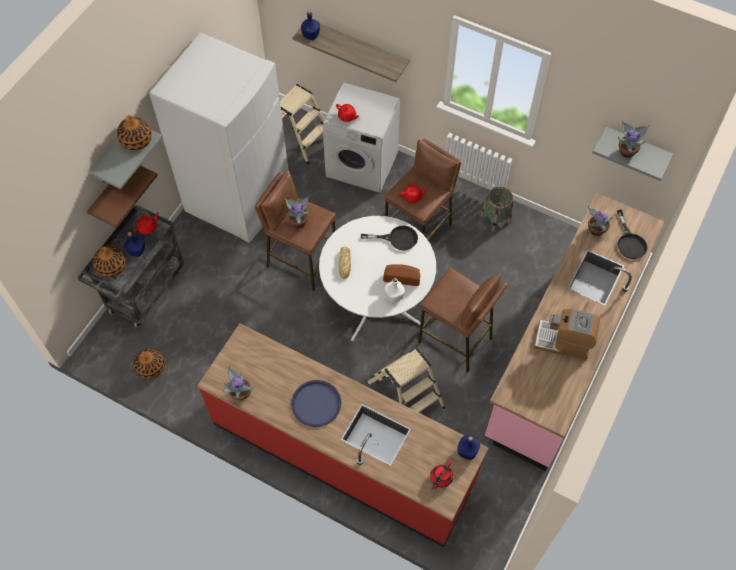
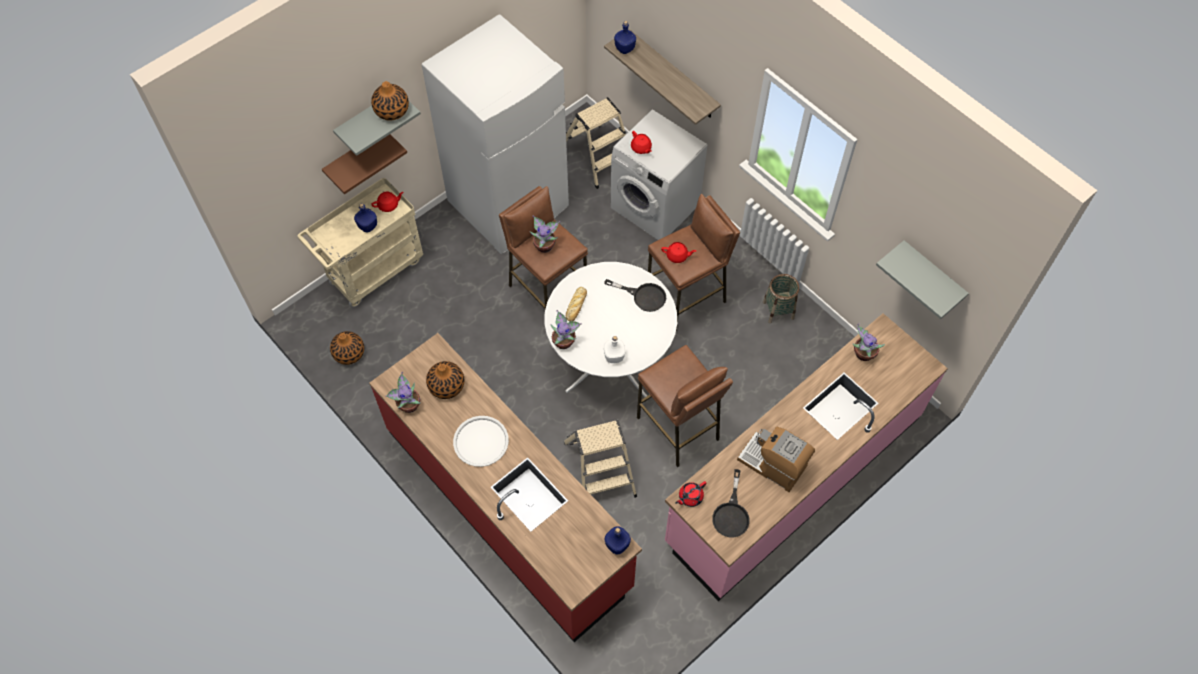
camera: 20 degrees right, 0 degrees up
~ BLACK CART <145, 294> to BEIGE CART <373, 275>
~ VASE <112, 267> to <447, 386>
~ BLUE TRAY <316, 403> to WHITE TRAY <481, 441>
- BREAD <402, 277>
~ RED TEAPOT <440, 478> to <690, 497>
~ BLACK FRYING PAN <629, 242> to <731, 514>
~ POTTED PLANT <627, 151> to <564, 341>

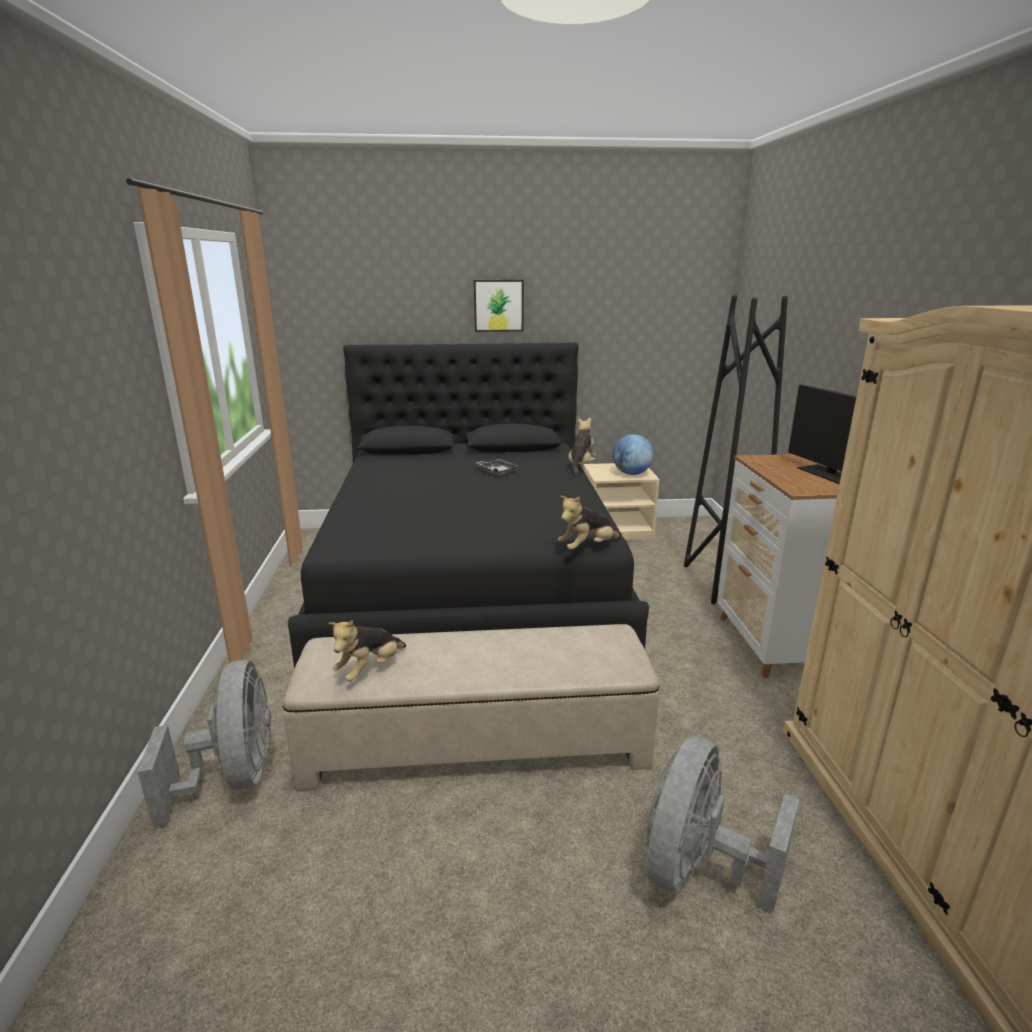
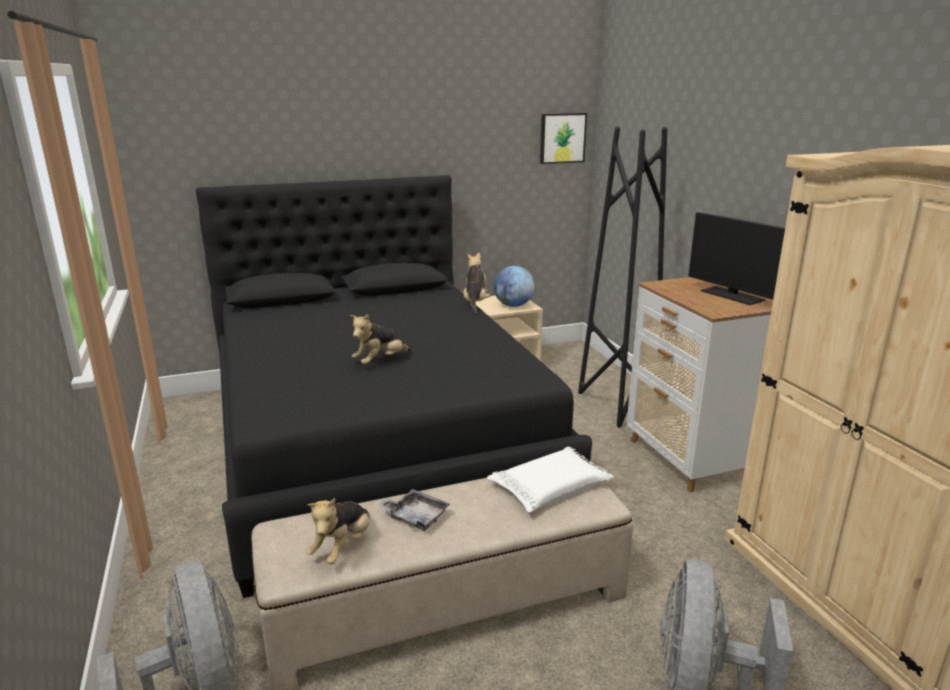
camera: 15 degrees left, 0 degrees up
~ PICTURE <498, 305> to <562, 138>
~ GREY TRAY <497, 472> to <415, 517>
~ PLUSH TOY <587, 548> to <380, 361>
+ WHITE PILLOW <550, 485>

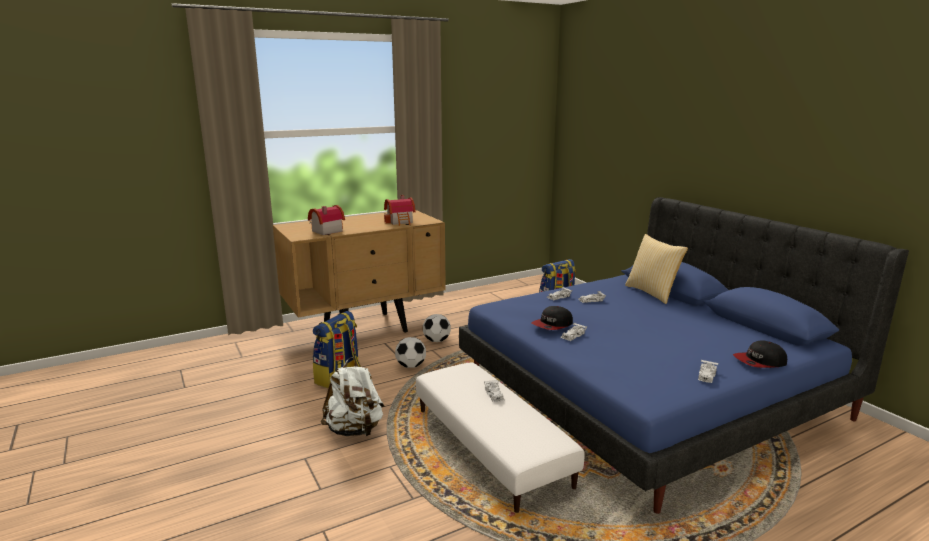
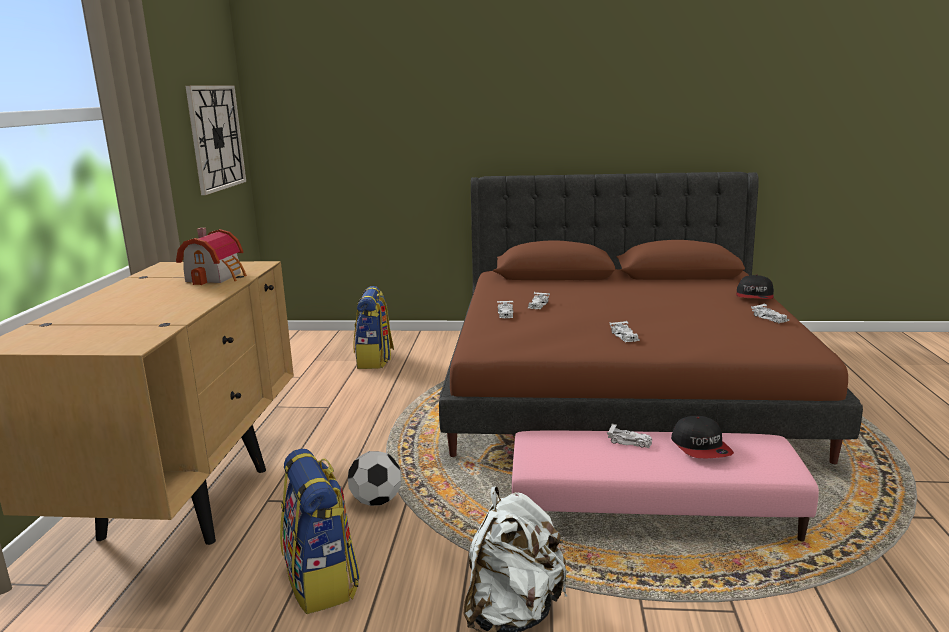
camera: 55 degrees left, 0 degrees up
- TOY HOUSE <325, 231>
~ WHITE OTTOMAN <491, 446> to PINK OTTOMAN <651, 510>
- FOOTBALL <436, 341>
~ BLUE BED <649, 393> to BROWN BED <620, 387>
~ CAP <552, 325> to <701, 447>
- PILLOW <652, 293>
+ WALL CLOCK <216, 138>

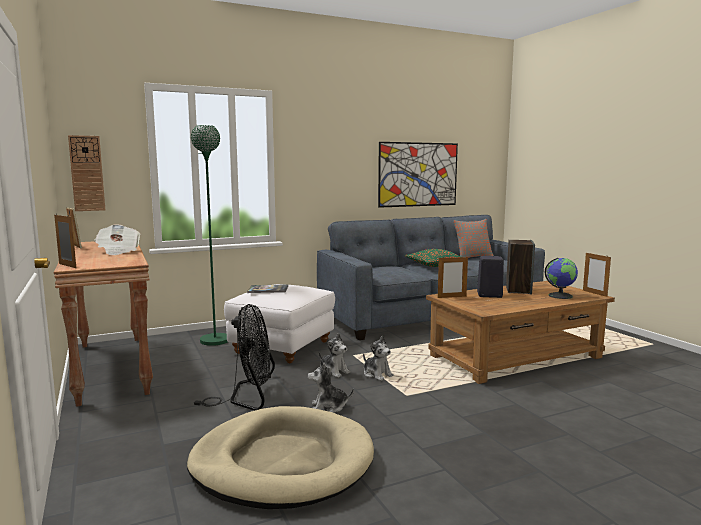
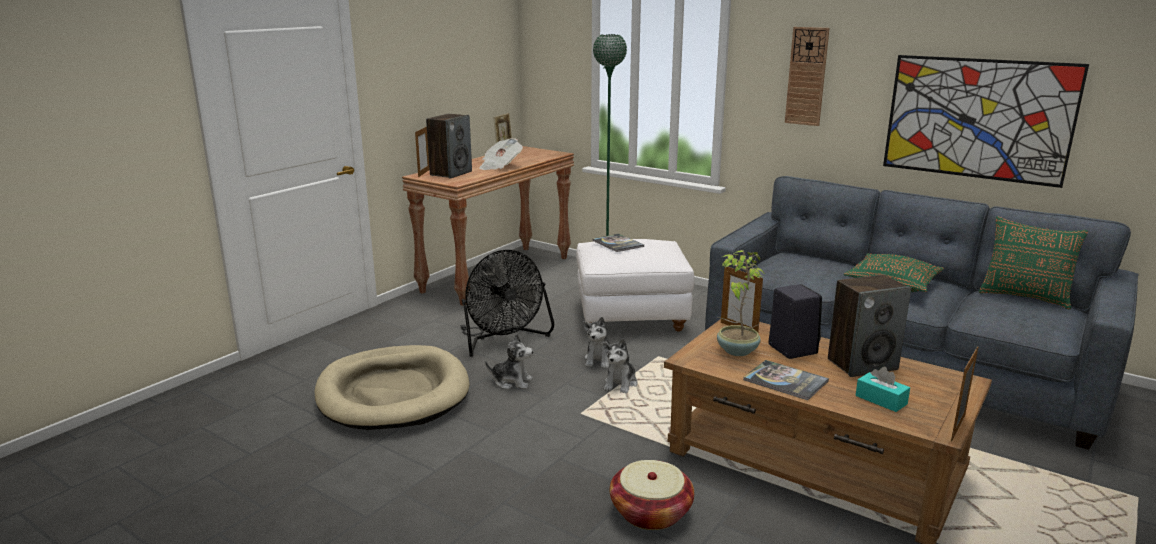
camera: 60 degrees right, 10 degrees up
~ WALL CLOCK <87, 173> to <806, 76>
~ PLUSH TOY <328, 407> = <512, 382> 135 degrees clockwise
~ GREY PILLOW <473, 258> to GREEN PILLOW <1024, 298>
~ GLOBE <560, 296> to TURQUOISE TISSUE BOX <881, 400>
+ SPEAKER <451, 173>
+ BASKET <650, 512>
+ POTTED PLANT <736, 351>
+ BOOK <785, 381>

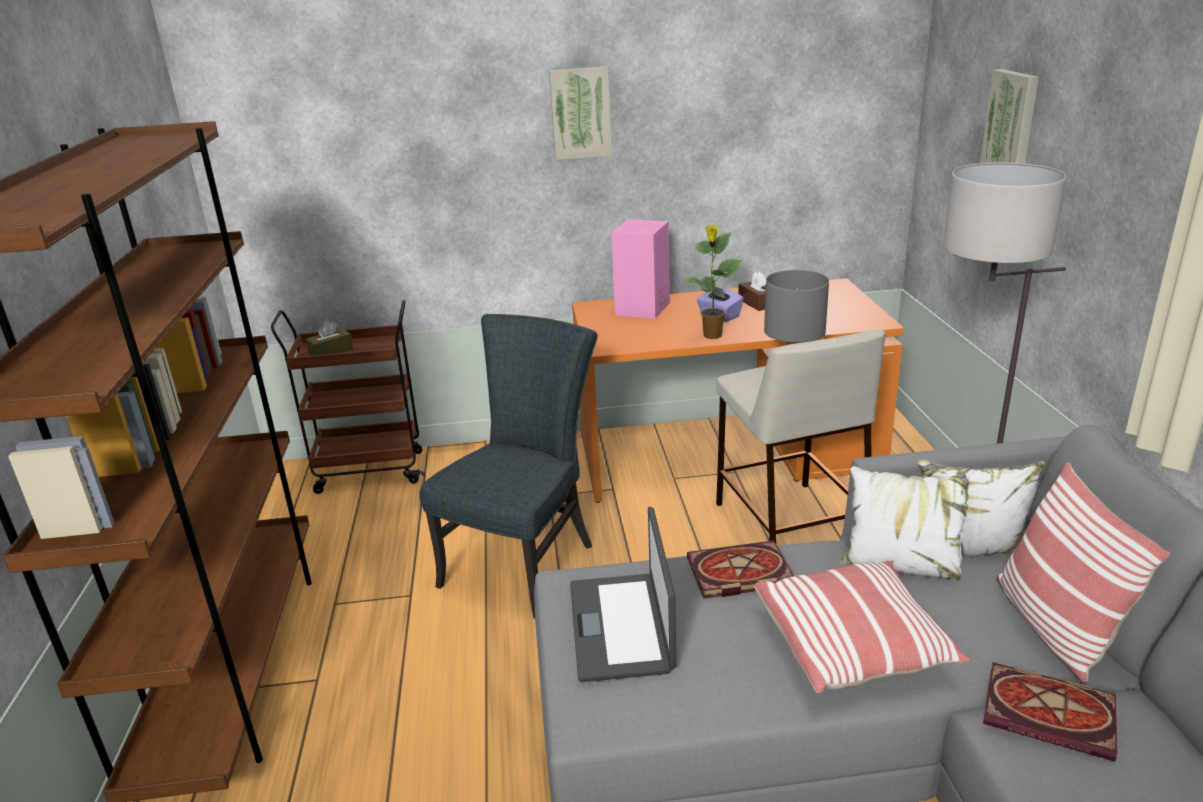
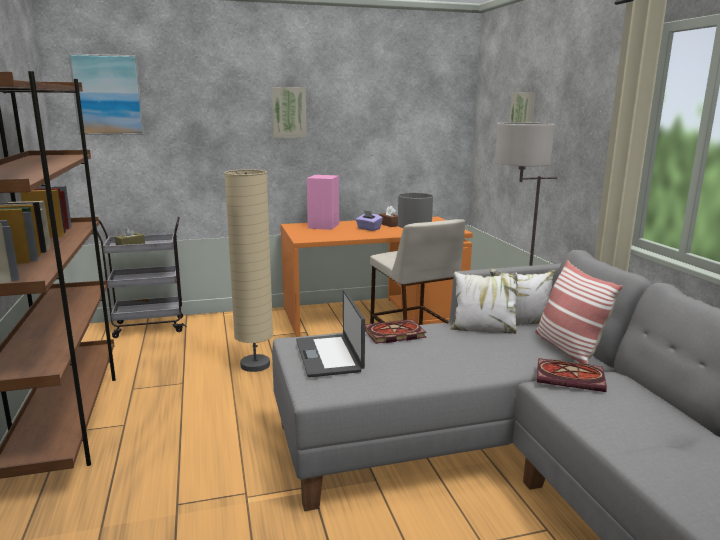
camera: 10 degrees left, 10 degrees down
~ BROWN CART <371, 471> to GREY CART <150, 327>
~ GREY CHAIR <525, 561> to BEIGE FLOOR LAMP <255, 365>
- POTTED PLANT <712, 336>
- PILLOW <853, 644>
+ PICTURE <108, 95>

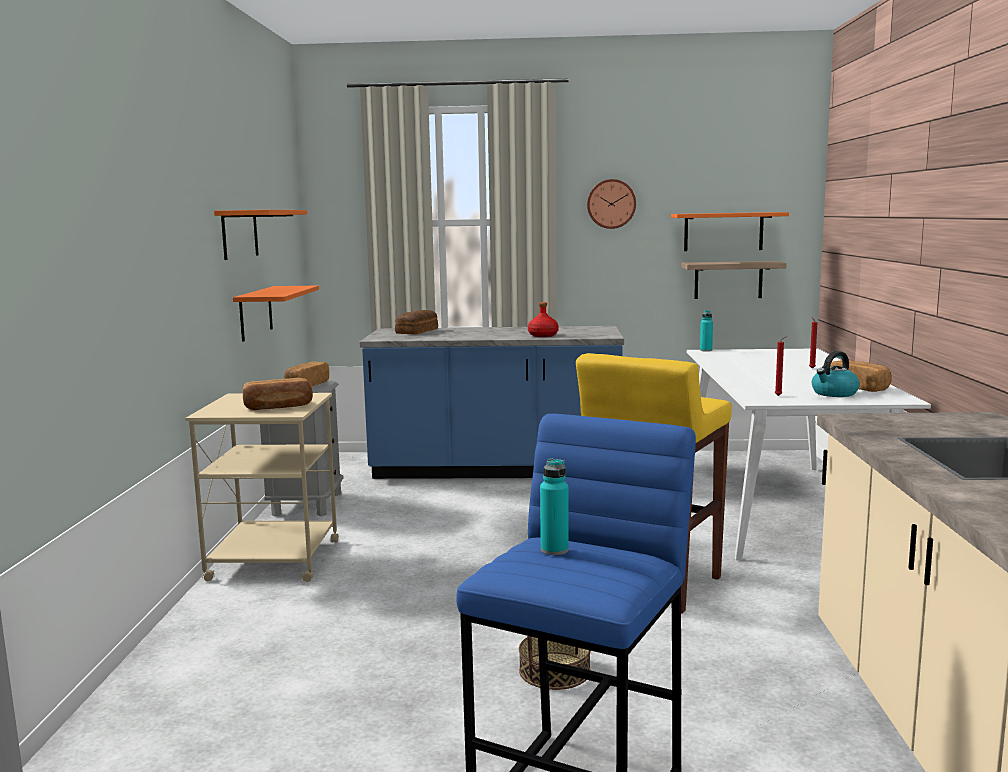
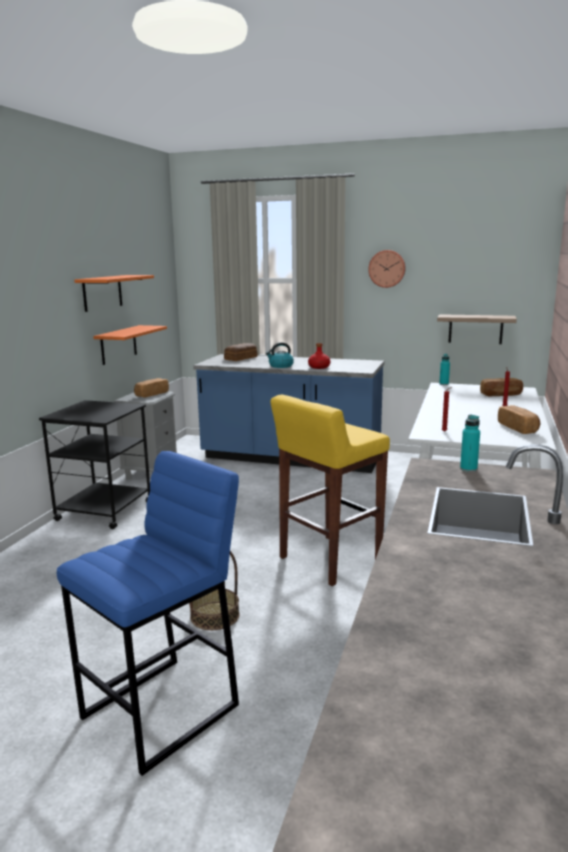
camera: 15 degrees right, 5 degrees up
~ BEIGE CART <274, 559> to BLACK CART <105, 510>
~ BREAD <278, 407> to <501, 395>
~ TURQUOISE BOTTLE <554, 550> to <468, 469>
- ORANGE SHELF <723, 231>
~ KETTLE <834, 393> to <280, 366>

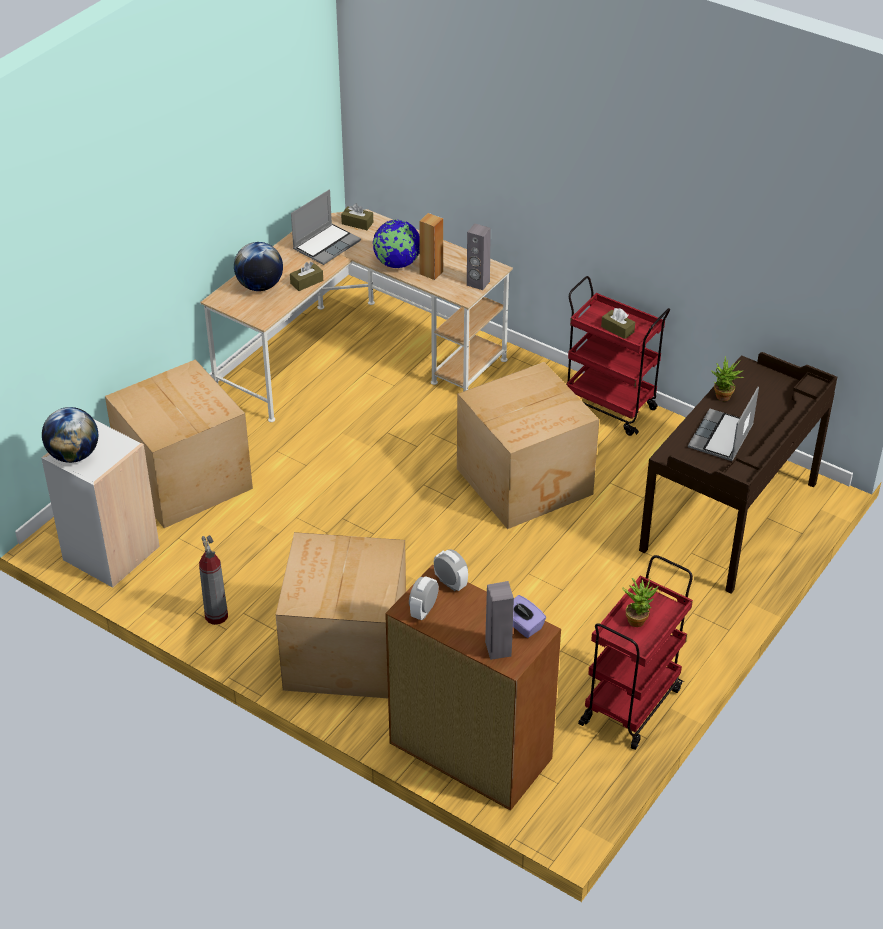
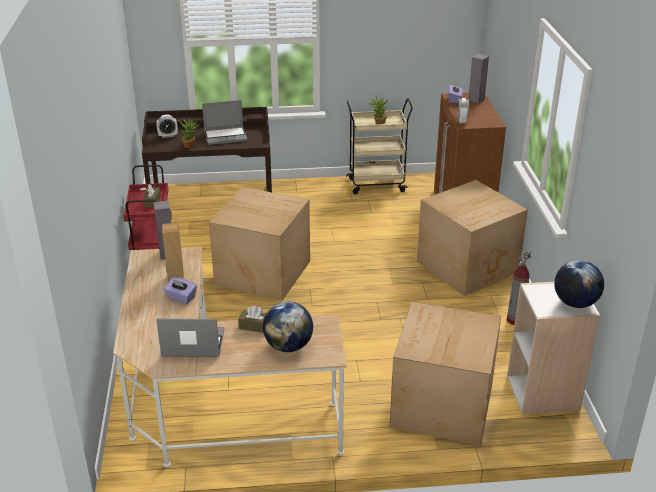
camera: 130 degrees left, 10 degrees down
- BROWN TISSUE BOX <357, 223>
~ GLOBE <397, 264> to PURPLE TISSUE BOX <181, 298>
~ ALARM CLOCK <424, 610> to <168, 136>
~ RED CART <630, 707> to BEIGE CART <377, 185>

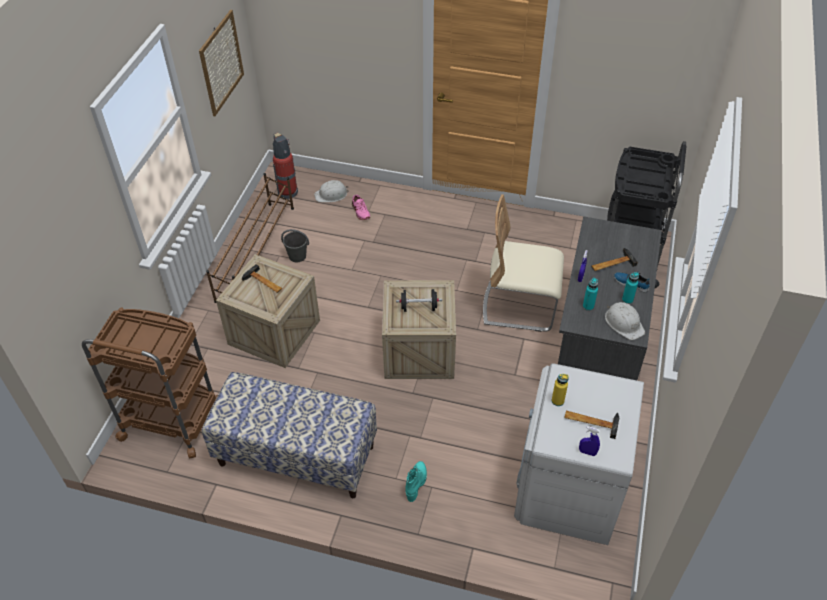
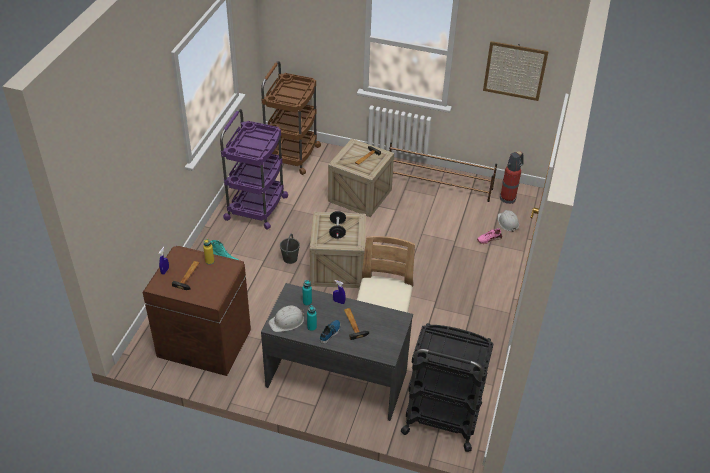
camera: 90 degrees right, 5 degrees down
~ BENCH <296, 456> to PURPLE CART <257, 208>
~ GREY BUCKET <297, 256> to <290, 258>
~ WHITE WASHING MACHINE <566, 489> to BROWN WASHING MACHINE <205, 340>

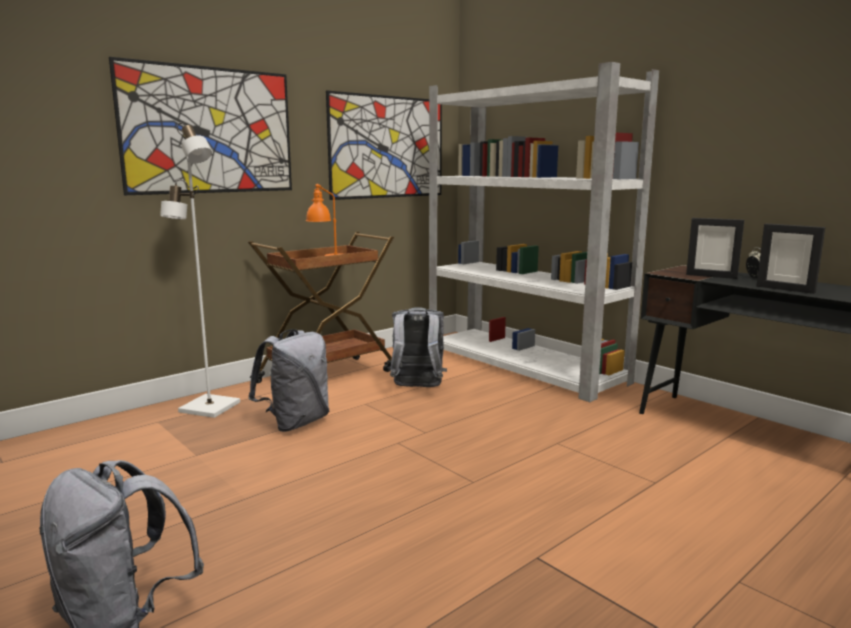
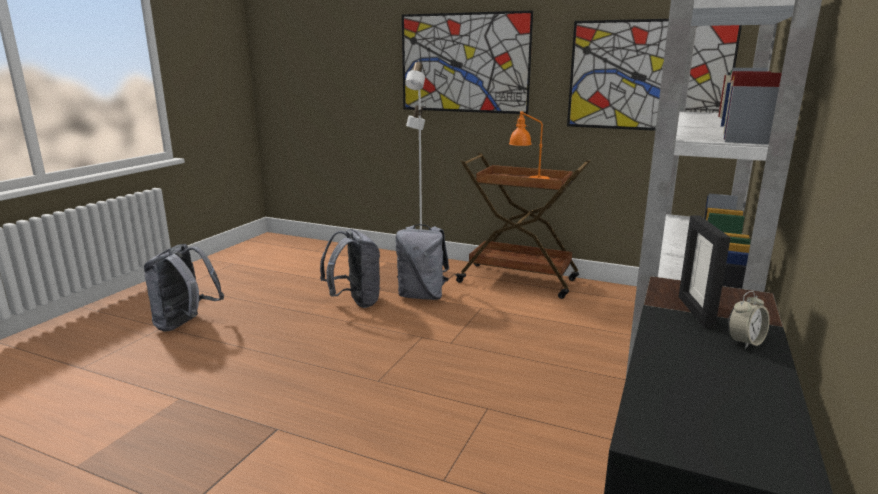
camera: 65 degrees right, 5 degrees up
~ GREY BACKPACK <417, 388> to <355, 302>
- PICTURE FRAME <785, 289>

